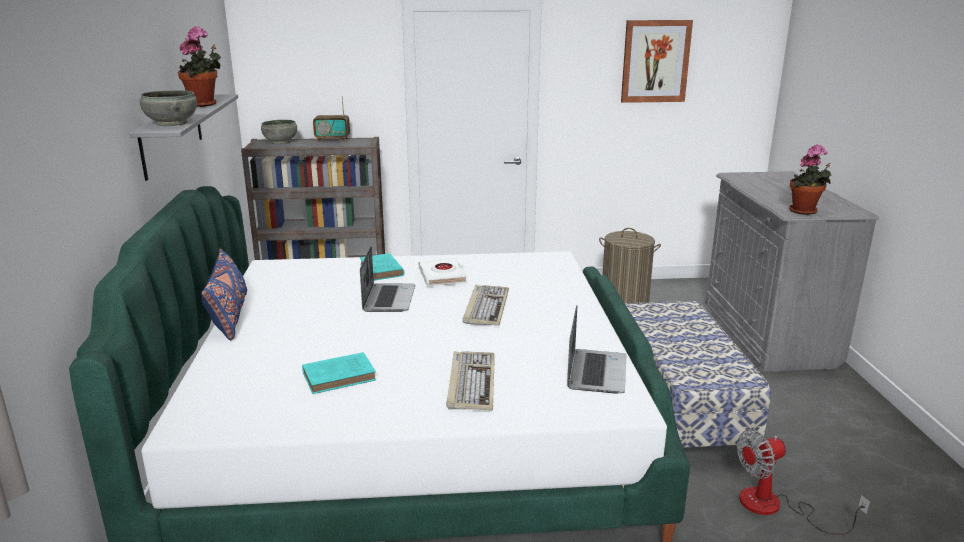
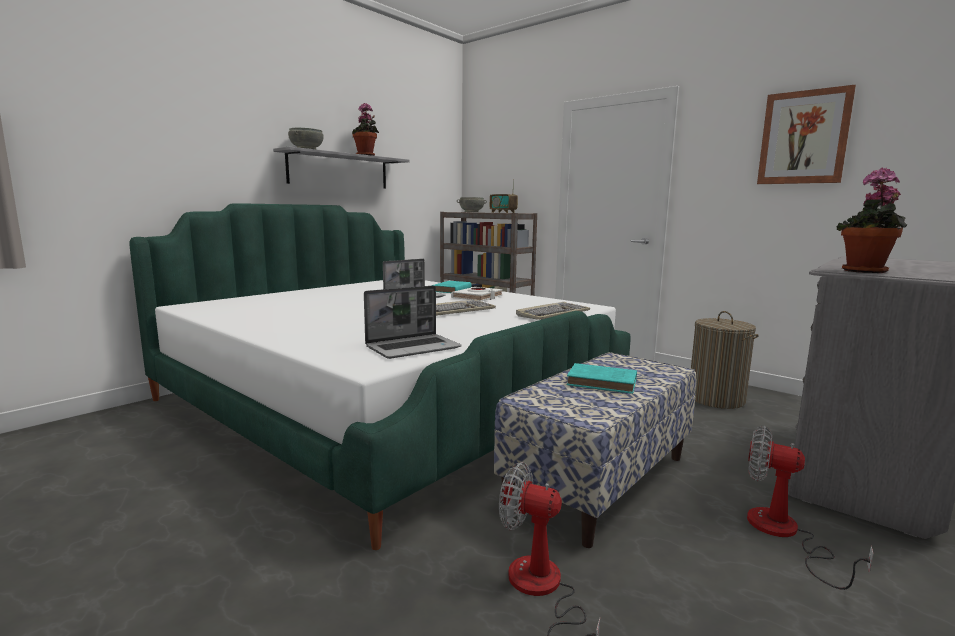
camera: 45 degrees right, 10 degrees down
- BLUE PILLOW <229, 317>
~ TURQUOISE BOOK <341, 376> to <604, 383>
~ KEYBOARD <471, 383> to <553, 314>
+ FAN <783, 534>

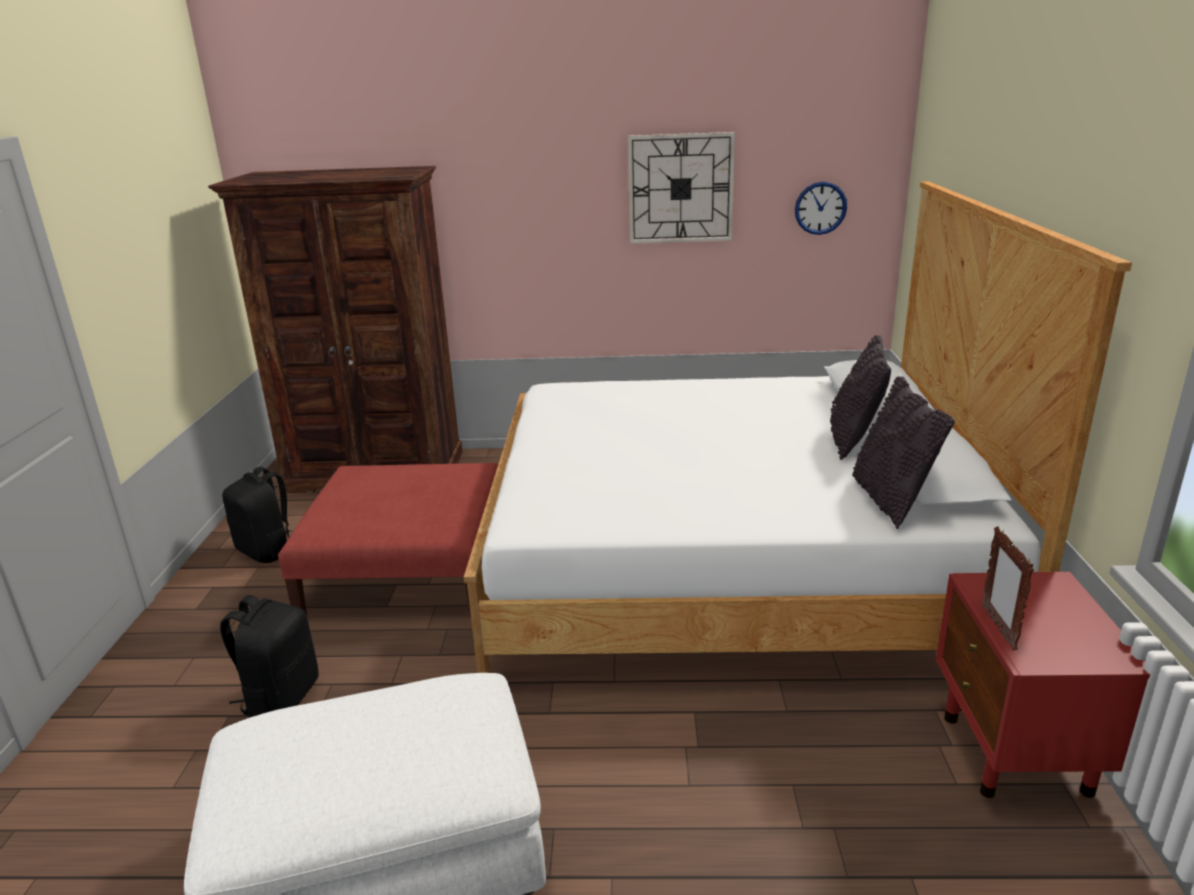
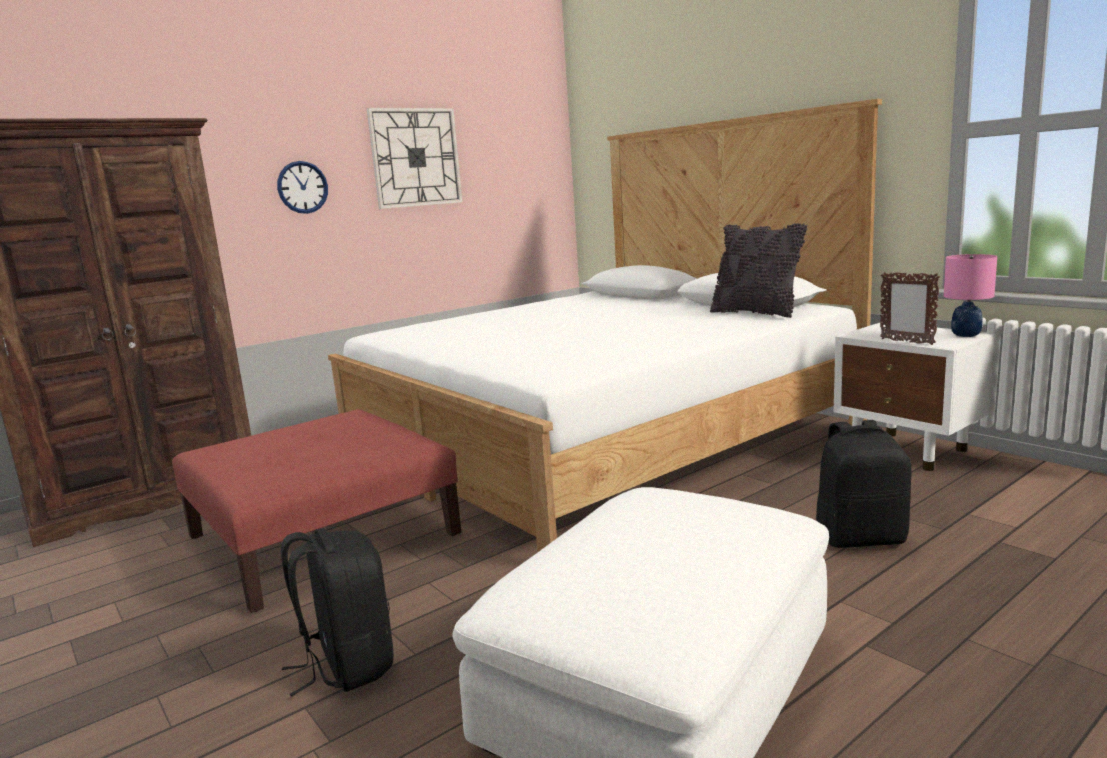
camera: 40 degrees left, 10 degrees down
~ BLACK BACKPACK <268, 551> to <860, 538>
~ WALL CLOCK <820, 208> to <302, 187>
- BLACK PILLOW <854, 440>
~ RED NIGHTSTAND <1016, 755> to WHITE NIGHTSTAND <910, 451>
+ PINK TABLE LAMP <966, 335>

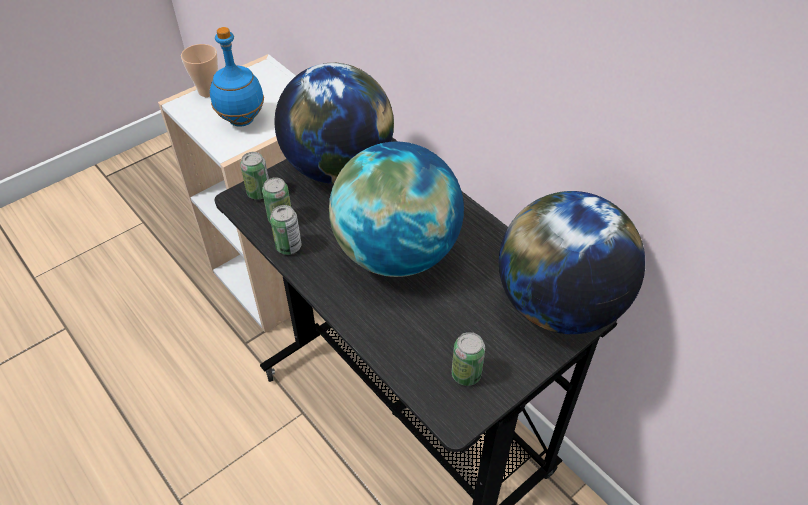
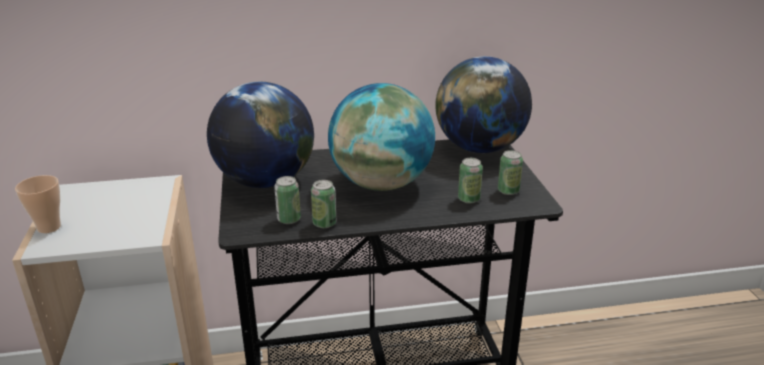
camera: 60 degrees left, 20 degrees down
- BLUE BOTTLE <242, 120>
~ CAN <259, 193> to <468, 199>

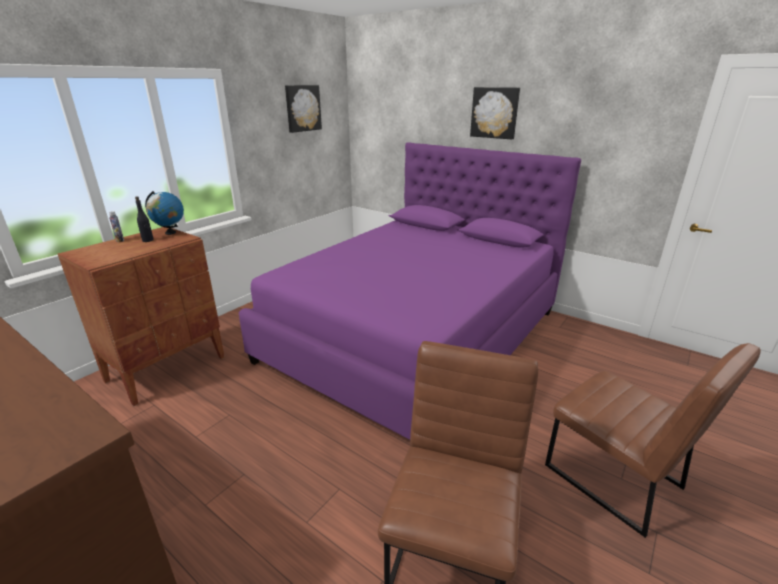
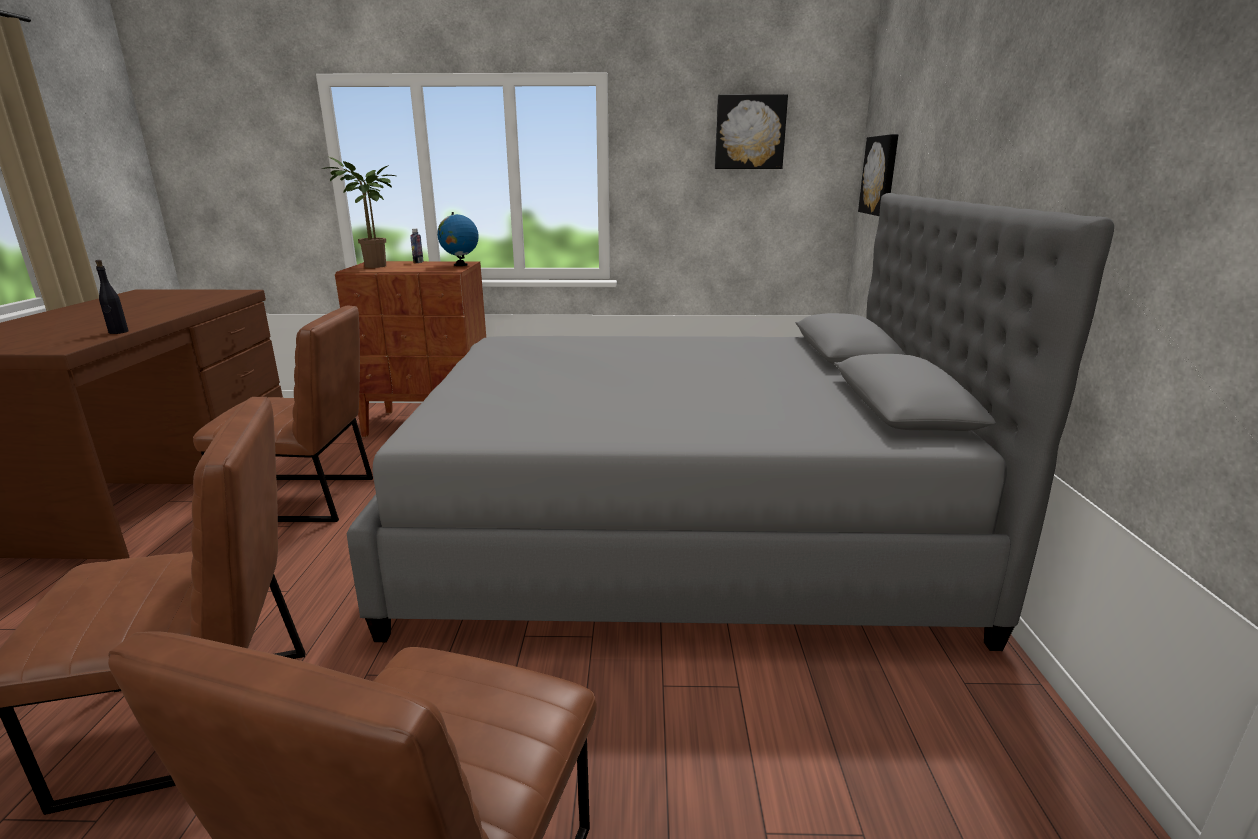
camera: 55 degrees right, 5 degrees down
~ BLACK BOTTLE <148, 240> to <118, 332>
~ PURPLE BED <415, 335> to GREY BED <675, 527>
~ PICTURE <495, 113> to <880, 175>
+ BROWN CHAIR <305, 499>
+ POTTED PLANT <373, 266>

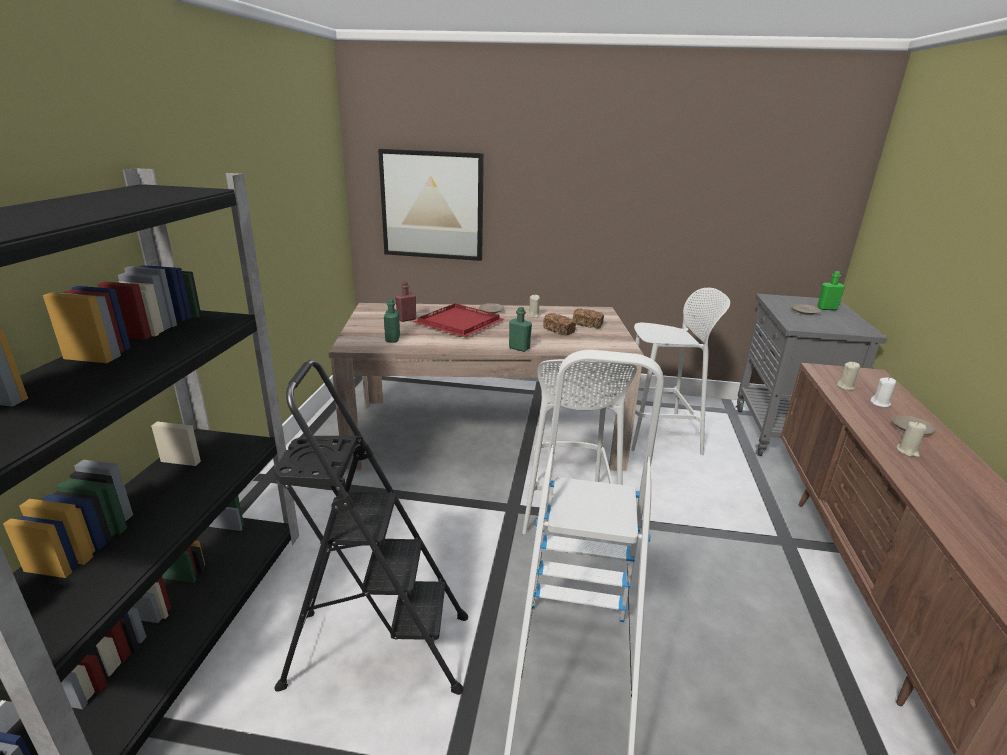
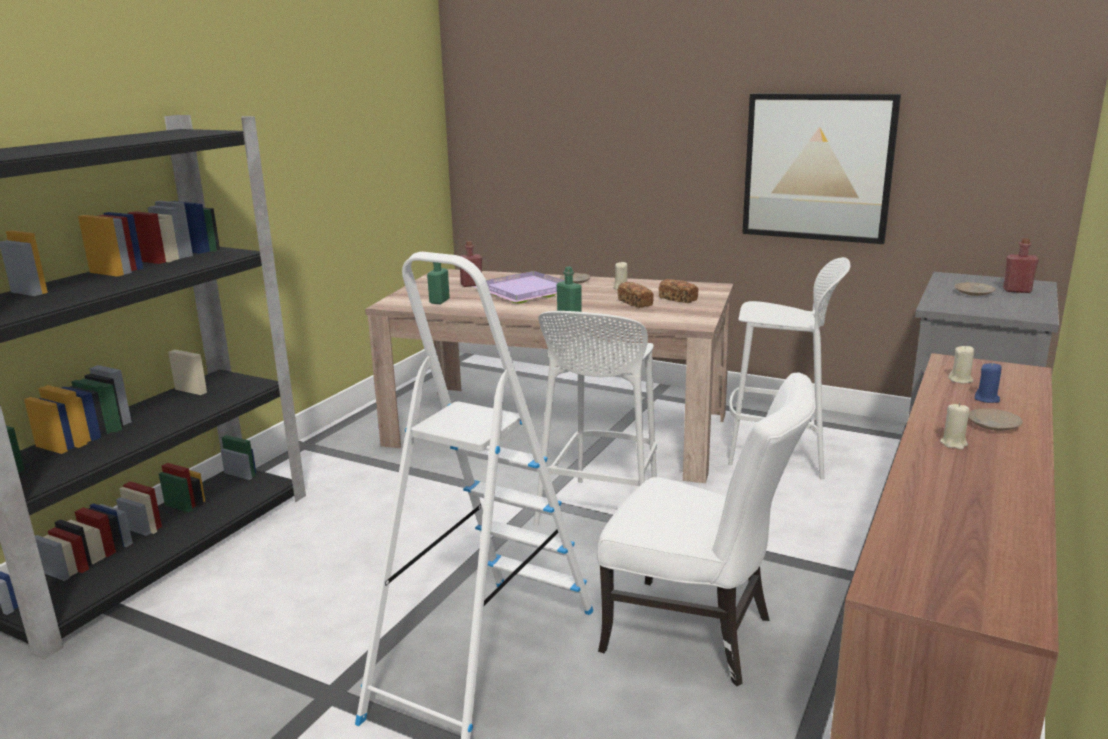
camera: 20 degrees right, 5 degrees down
- STEP LADDER <375, 649>
~ PICTURE <432, 205> to <817, 167>
~ RED TRAY <459, 324> to PURPLE TRAY <525, 291>
~ GREEN BOTTLE <827, 308> to RED BOTTLE <1017, 290>
~ WHITE CANDLE <880, 403> to BLUE CANDLE <987, 399>
+ WHITE CHAIR <698, 634>

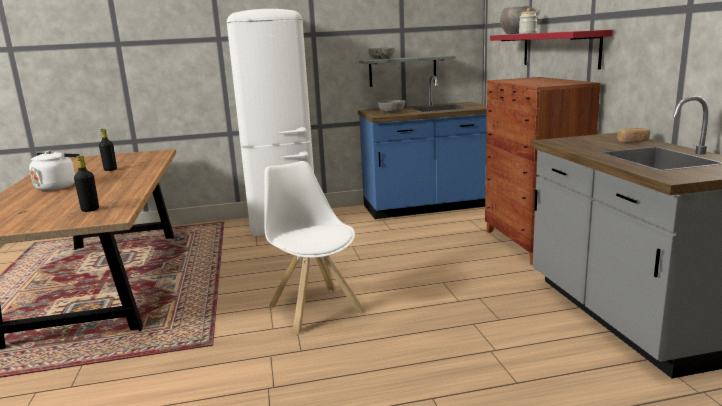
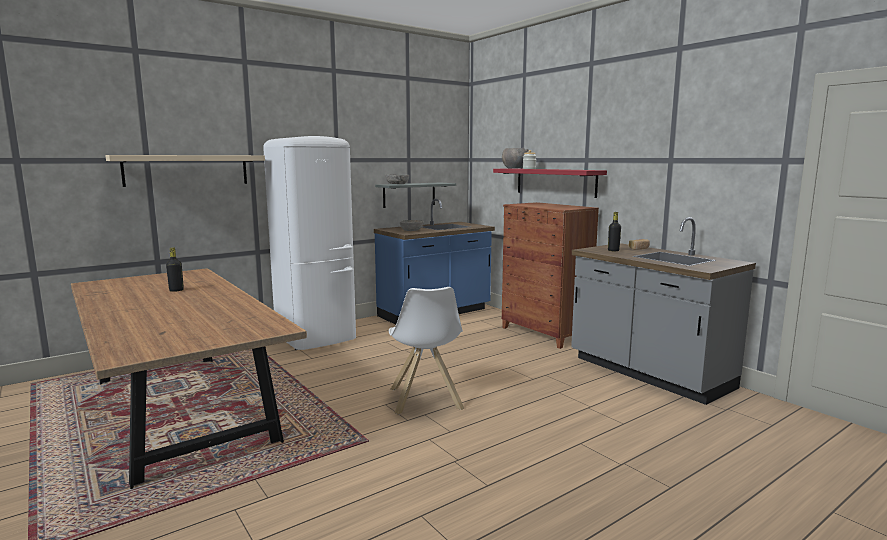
camera: 25 degrees left, 5 degrees down
- WHITE KETTLE <58, 186>
~ BLACK BOTTLE <90, 210> to <613, 250>
~ WHITE CHAIR <314, 308> = <426, 400> 135 degrees counterclockwise
+ BEIGE SHELF <187, 170>

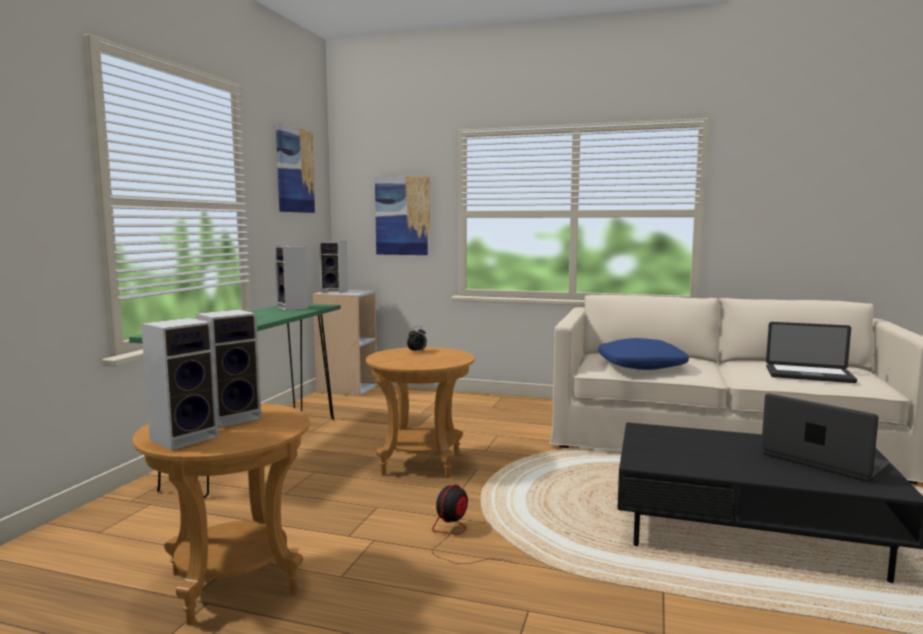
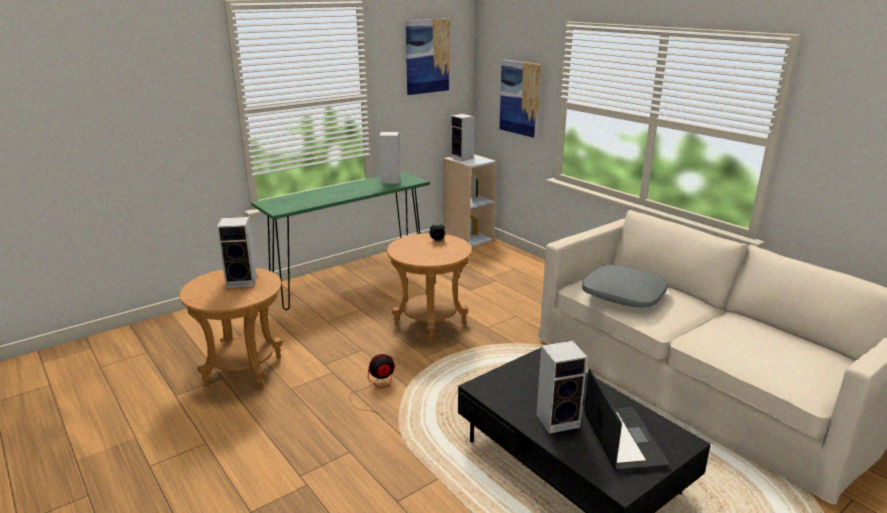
camera: 35 degrees right, 15 degrees up
~ SPEAKER <186, 437> to <559, 420>
~ BLUE PILLOW <641, 365> to GREY PILLOW <624, 295>
- LAPTOP <809, 375>

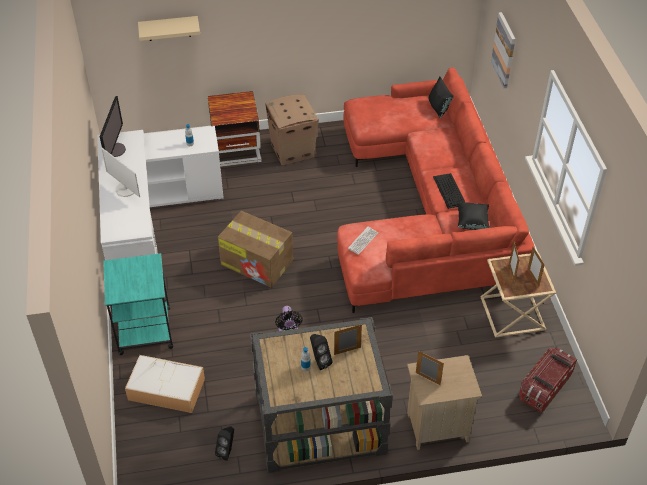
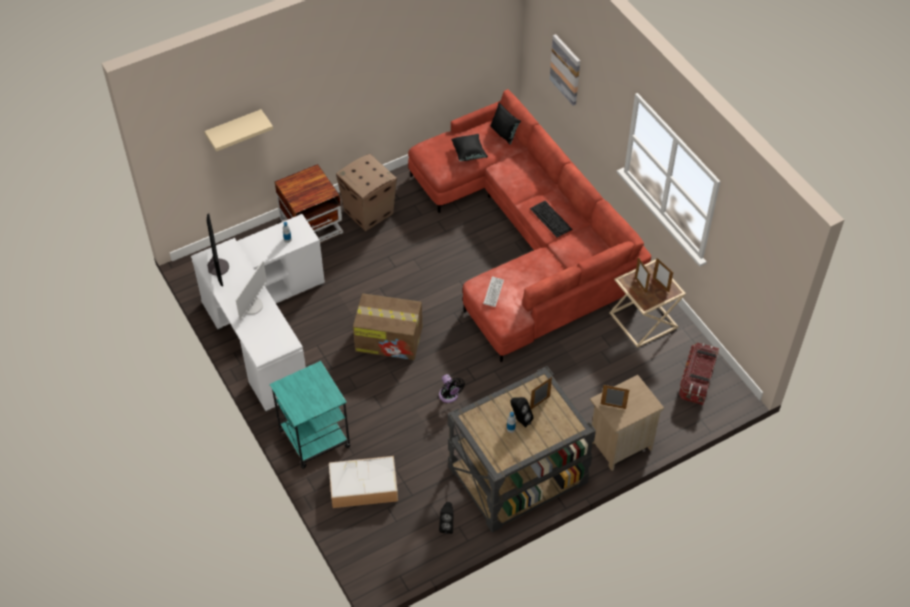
camera: 20 degrees left, 5 degrees up
~ MONITOR <126, 189> = <252, 305> 90 degrees counterclockwise
~ BLACK PILLOW <472, 223> to <469, 154>

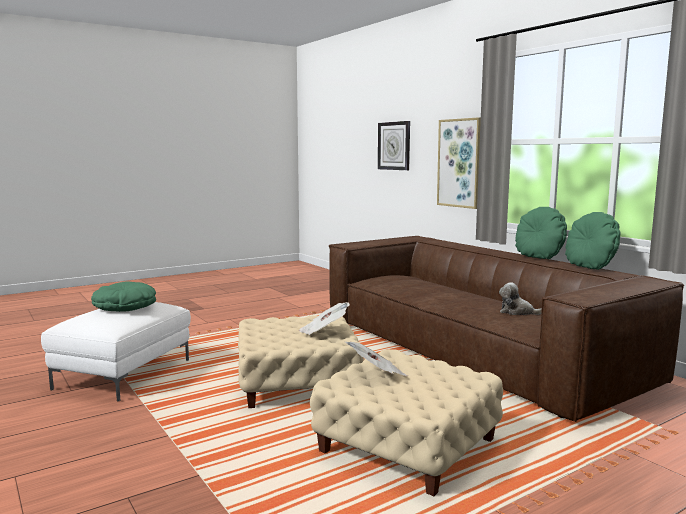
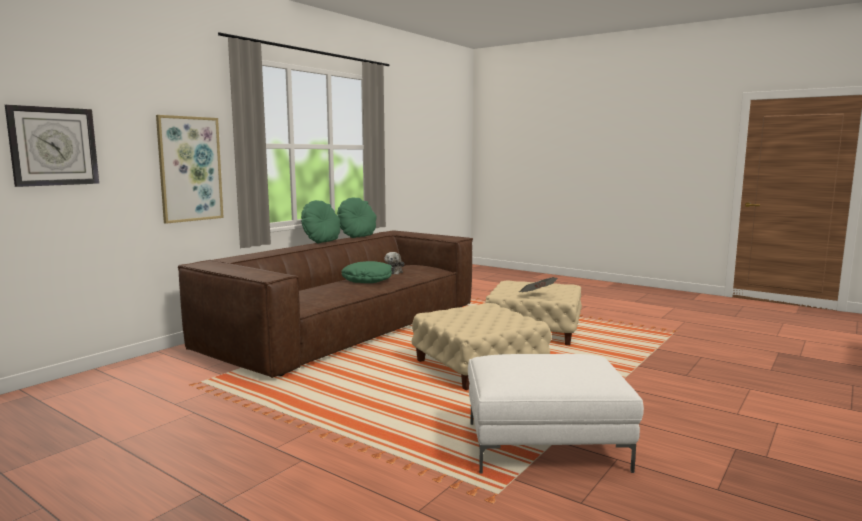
camera: 110 degrees left, 0 degrees up
~ GREEN PILLOW <124, 307> to <368, 280>
- NEWSPAPER <323, 331>

